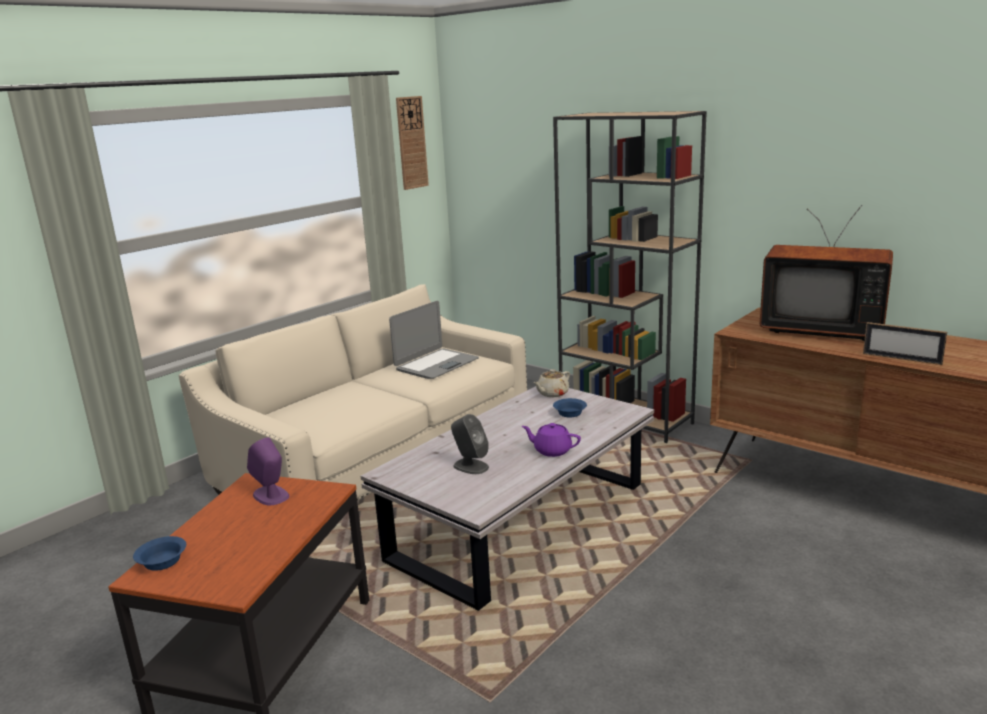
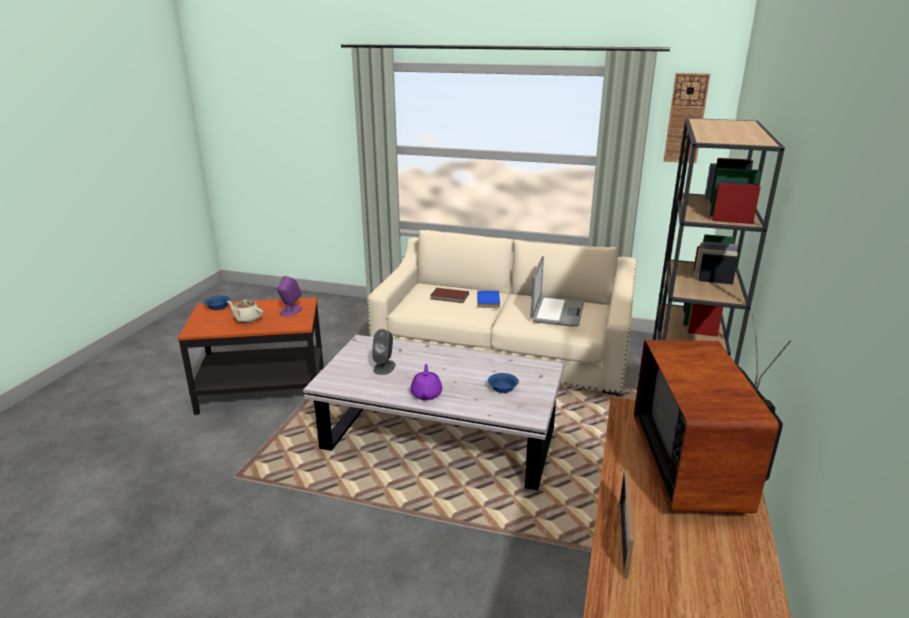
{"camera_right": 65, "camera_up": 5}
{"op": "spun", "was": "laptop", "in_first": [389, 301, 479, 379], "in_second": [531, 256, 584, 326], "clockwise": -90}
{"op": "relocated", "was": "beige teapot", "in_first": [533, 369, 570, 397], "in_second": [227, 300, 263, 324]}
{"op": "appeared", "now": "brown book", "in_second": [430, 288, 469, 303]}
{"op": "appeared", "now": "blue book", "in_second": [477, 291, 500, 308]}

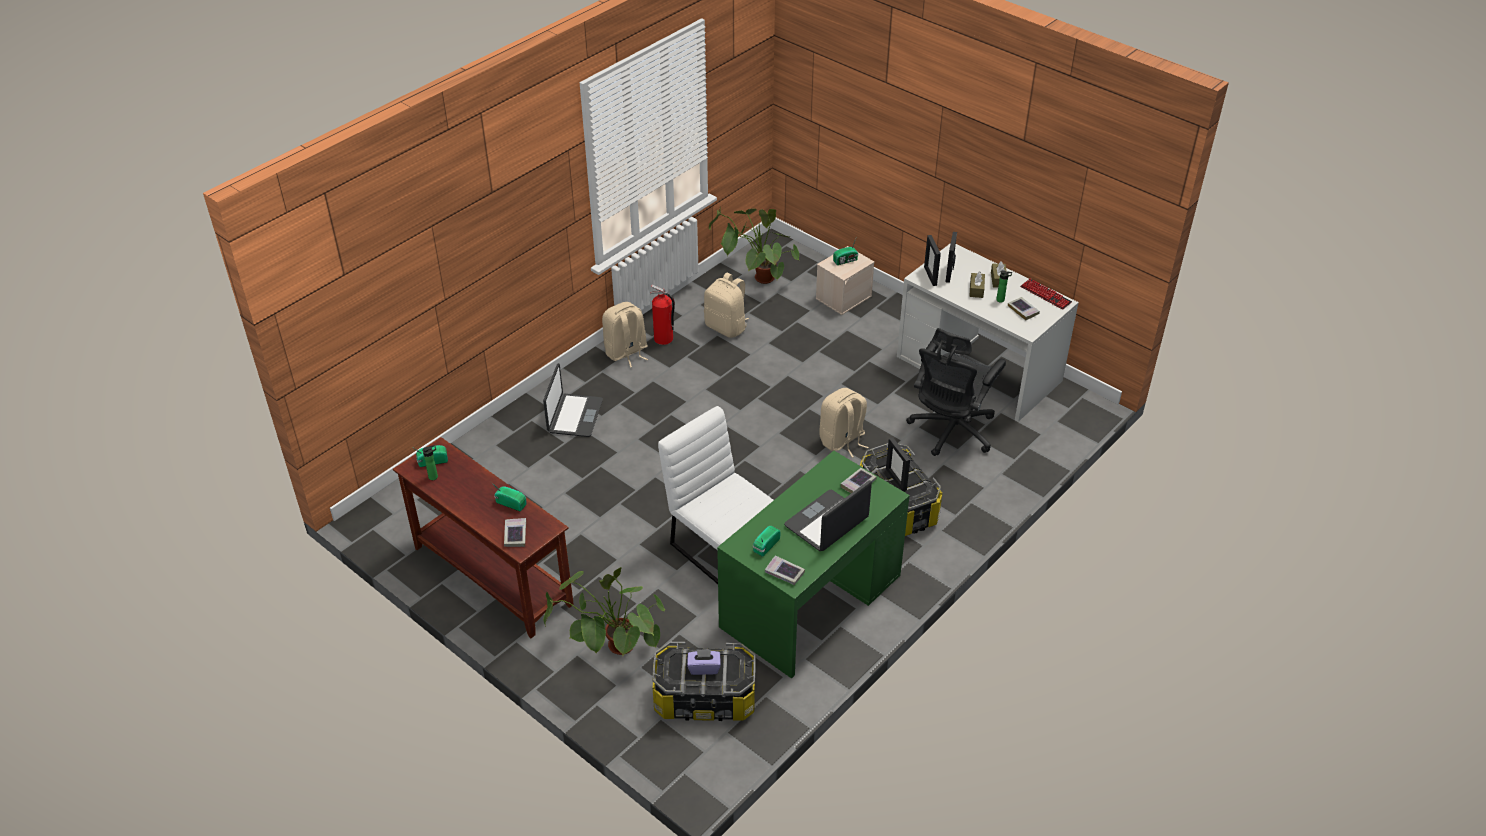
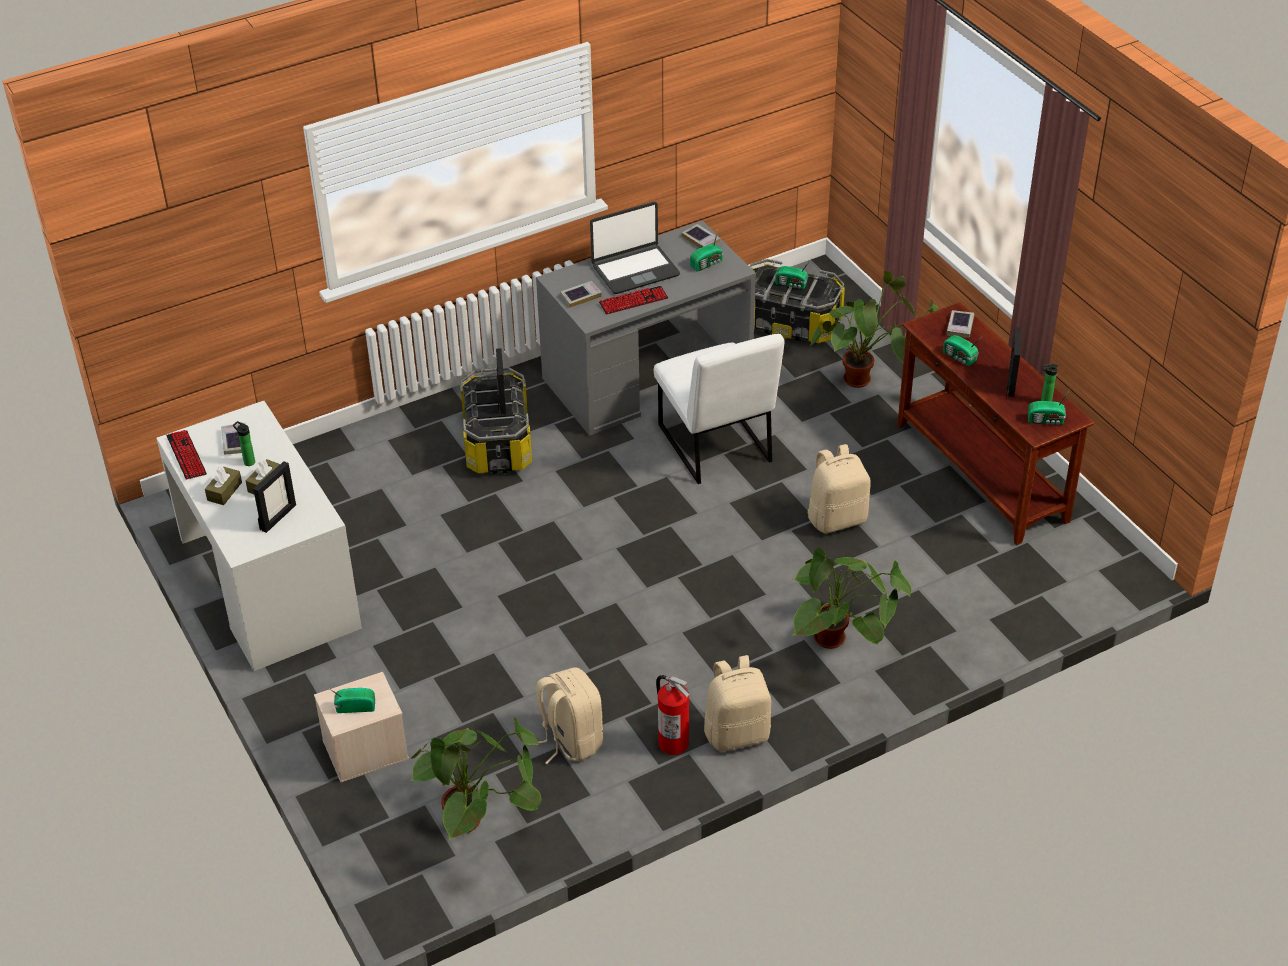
{"camera_right": -160, "camera_up": 0}
{"op": "exchanged", "was": "laptop", "now": "potted plant", "in_first": [543, 363, 603, 437], "in_second": [792, 547, 911, 649]}
{"op": "exchanged", "was": "purple tissue box", "now": "radio", "in_first": [687, 649, 721, 675], "in_second": [775, 259, 811, 289]}
{"op": "colour", "was": "green desk", "now": "grey desk", "in_first": [717, 451, 910, 679], "in_second": [536, 220, 756, 436]}
{"op": "relocated", "was": "beige backpack", "in_first": [819, 388, 868, 458], "in_second": [807, 444, 871, 533]}
{"op": "missing", "was": "office chair", "in_first": [906, 328, 1006, 456]}
{"op": "relocated", "was": "picture frame", "in_first": [924, 235, 941, 286], "in_second": [1006, 327, 1021, 397]}
{"op": "appeared", "now": "keyboard", "in_second": [599, 286, 668, 315]}

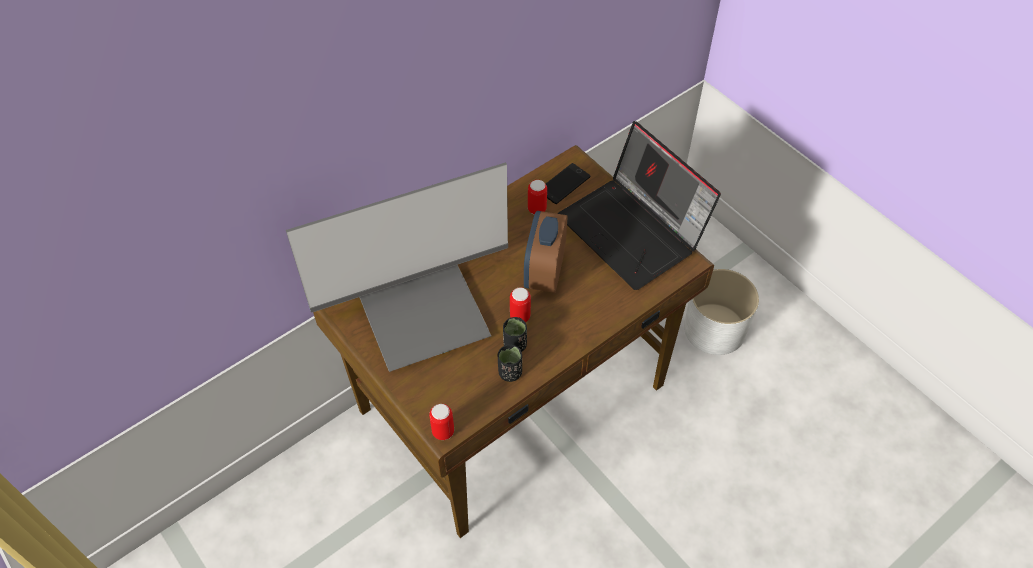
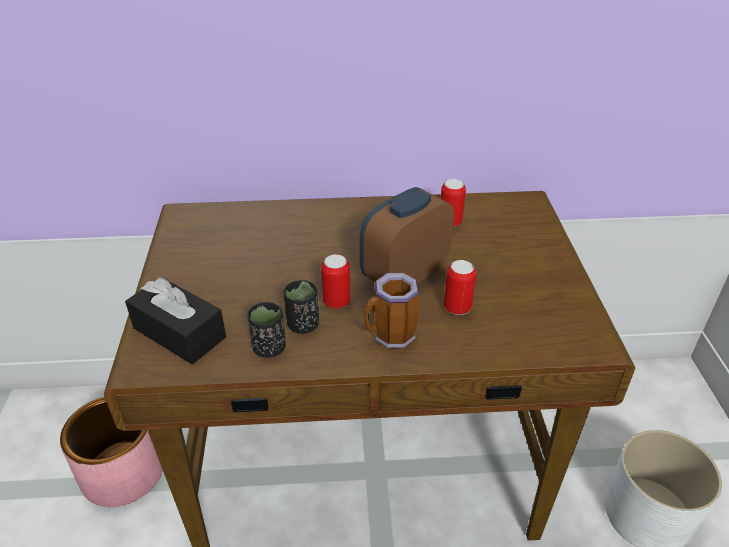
{"camera_right": 35, "camera_up": -15}
{"op": "missing", "was": "monitor", "in_first": [286, 162, 508, 372]}
{"op": "relocated", "was": "can", "in_first": [429, 404, 454, 440], "in_second": [444, 260, 476, 315]}
{"op": "missing", "was": "phone", "in_first": [546, 163, 590, 204]}
{"op": "missing", "was": "laptop", "in_first": [558, 121, 721, 290]}
{"op": "appeared", "now": "pink planter", "in_second": [60, 397, 163, 507]}
{"op": "appeared", "now": "black tissue box", "in_second": [125, 277, 226, 364]}
{"op": "appeared", "now": "mug", "in_second": [364, 273, 419, 348]}

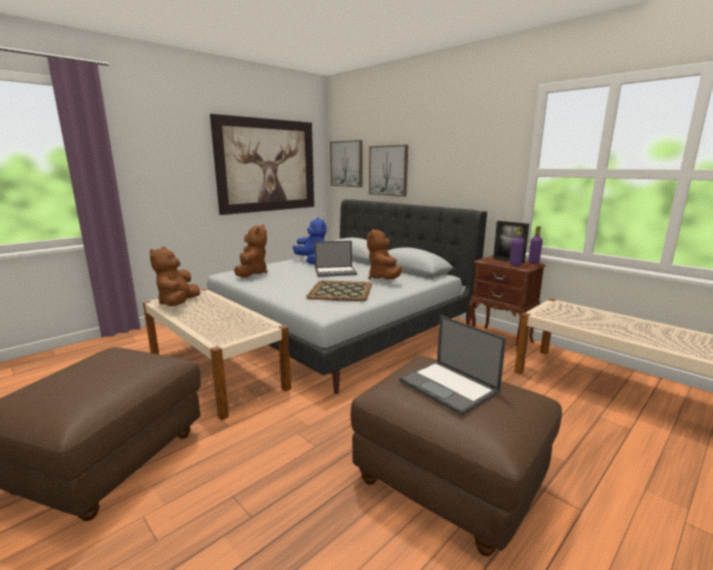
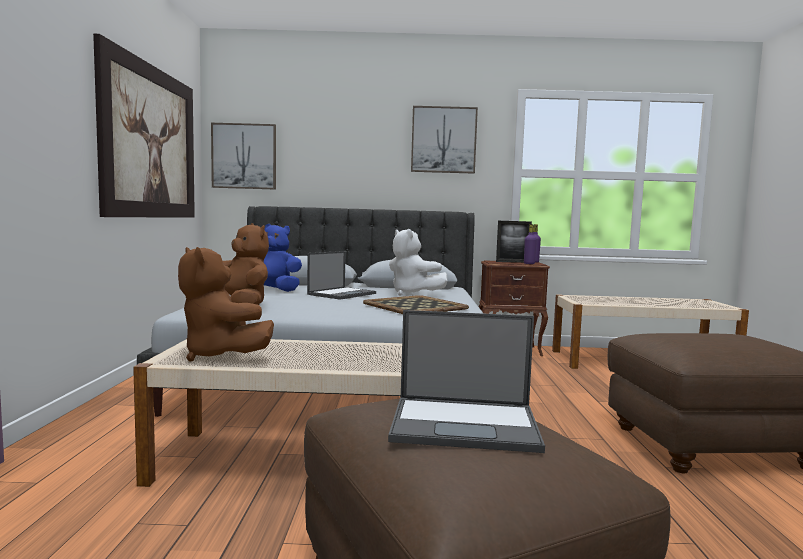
{"camera_right": -45, "camera_up": -10}
{"op": "colour", "was": "brown plush toy", "now": "white plush toy", "in_first": [367, 229, 402, 280], "in_second": [389, 229, 448, 296]}
{"op": "relocated", "was": "picture", "in_first": [369, 145, 408, 197], "in_second": [411, 106, 478, 174]}
{"op": "relocated", "was": "laptop", "in_first": [399, 315, 506, 416], "in_second": [388, 310, 545, 453]}

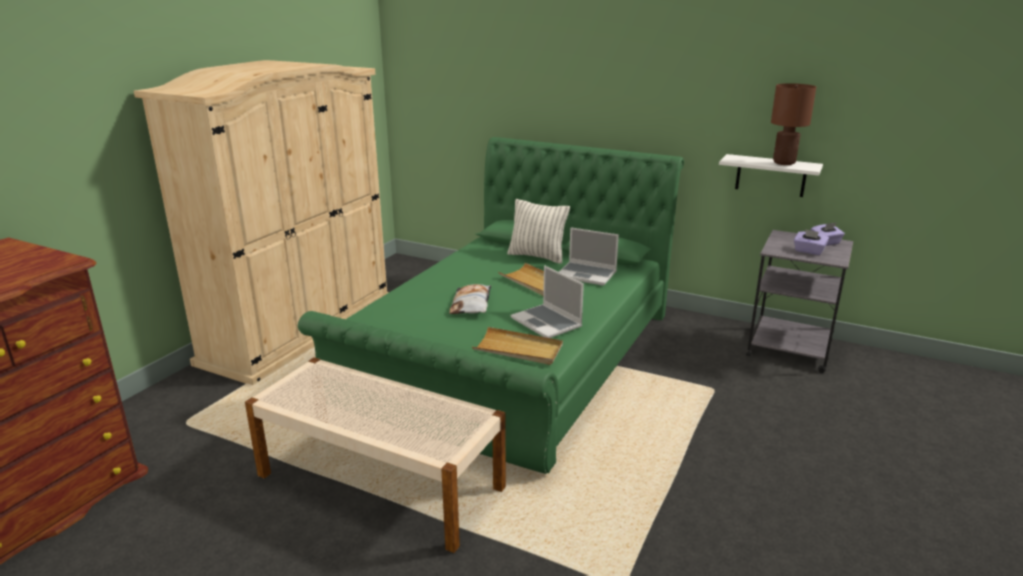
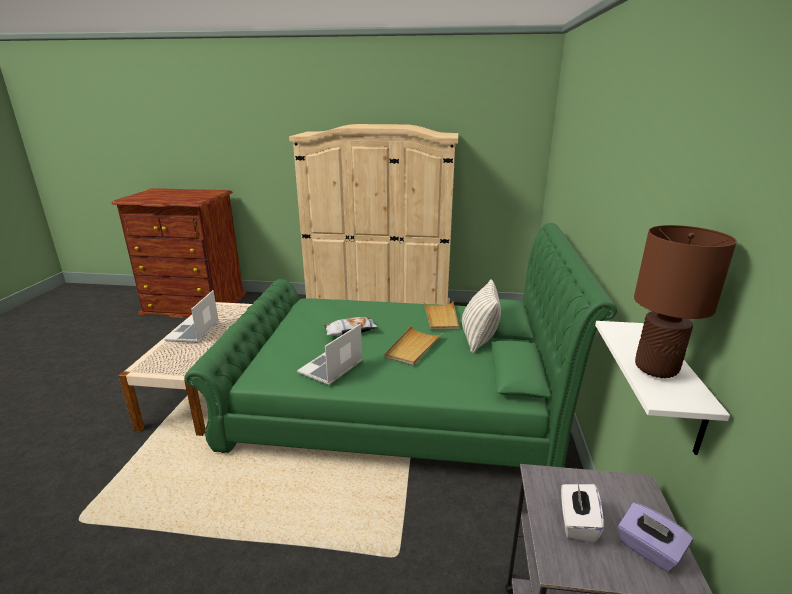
{"camera_right": 70, "camera_up": 0}
{"op": "relocated", "was": "beige tray", "in_first": [472, 327, 563, 365], "in_second": [423, 301, 459, 330]}
{"op": "relocated", "was": "laptop", "in_first": [559, 227, 619, 286], "in_second": [164, 290, 219, 343]}
{"op": "colour", "was": "purple tissue box", "now": "white tissue box", "in_first": [794, 229, 829, 255], "in_second": [561, 484, 604, 543]}

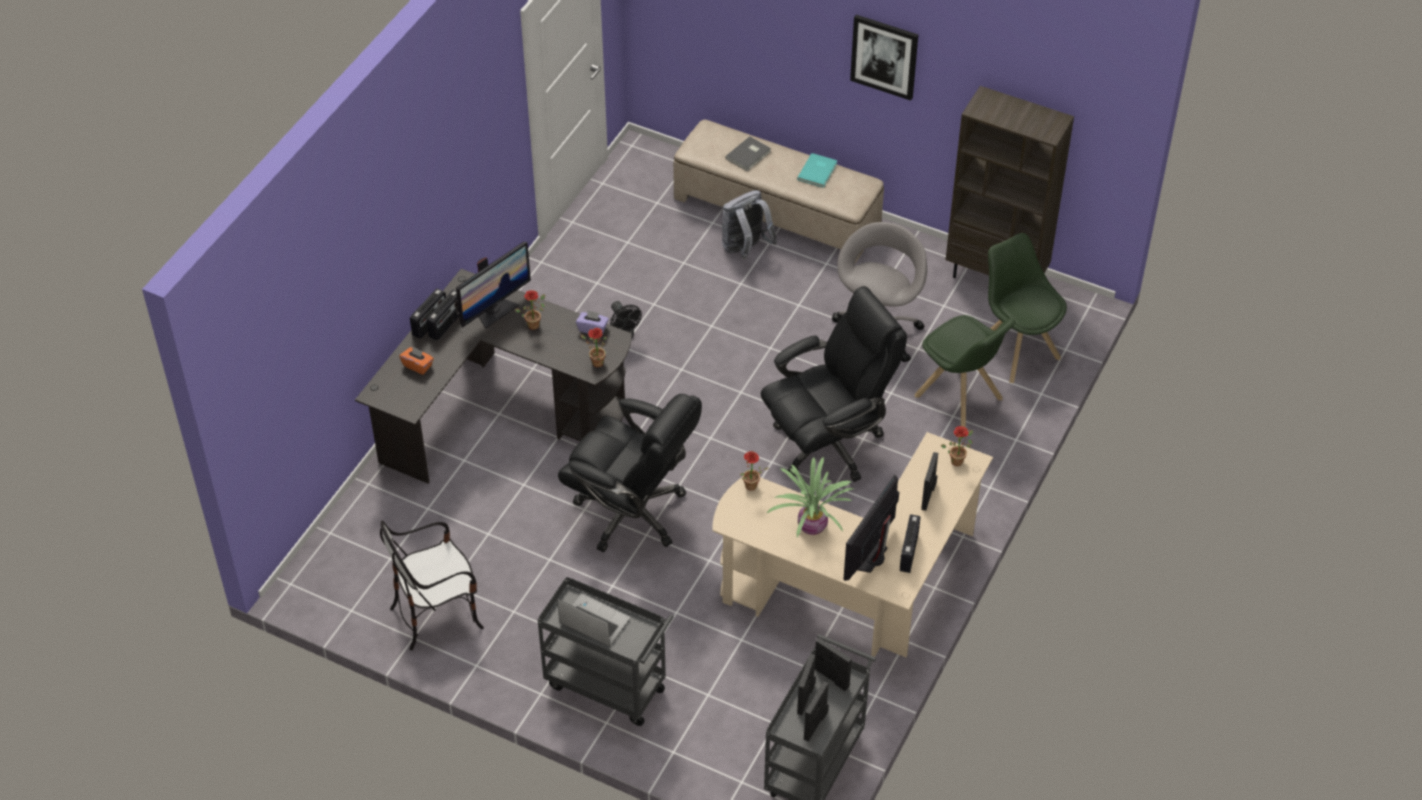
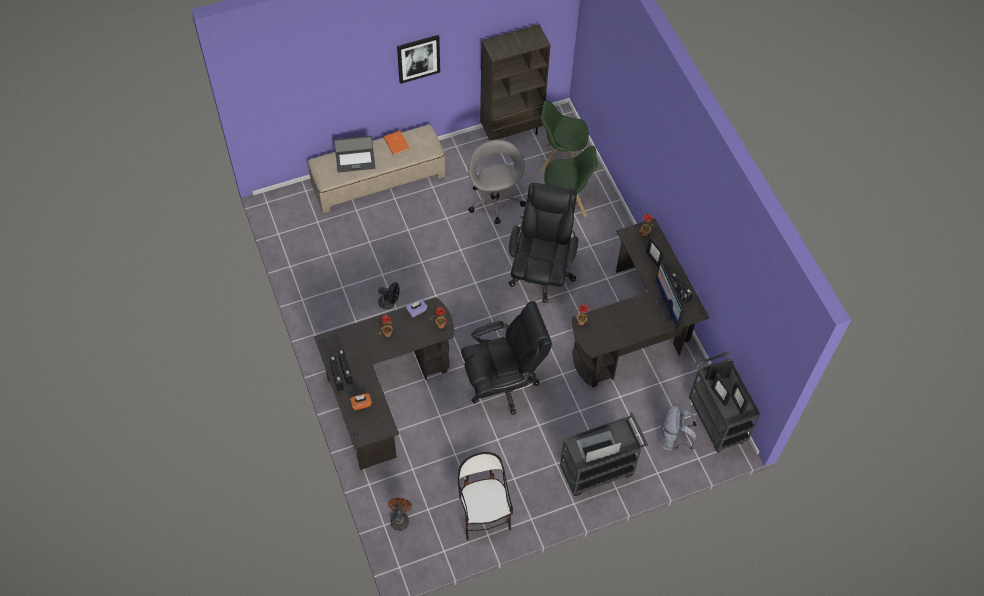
{"camera_right": -50, "camera_up": 10}
{"op": "spun", "was": "chair", "in_first": [380, 520, 484, 650], "in_second": [458, 452, 513, 540], "clockwise": 150}
{"op": "missing", "was": "monitor", "in_first": [455, 242, 531, 328]}
{"op": "colour", "was": "beige desk", "now": "black desk", "in_first": [712, 432, 993, 657], "in_second": [572, 218, 709, 388]}
{"op": "relocated", "was": "grey backpack", "in_first": [722, 190, 778, 259], "in_second": [660, 406, 698, 451]}
{"op": "exchanged", "was": "grey book", "now": "laptop", "in_first": [725, 136, 771, 171], "in_second": [334, 136, 375, 173]}
{"op": "missing", "was": "potted plant", "in_first": [767, 457, 854, 537]}
{"op": "colour", "was": "turquoise book", "now": "orange book", "in_first": [797, 153, 837, 188], "in_second": [384, 131, 410, 156]}
{"op": "appeared", "now": "brown fan", "in_second": [388, 498, 412, 531]}

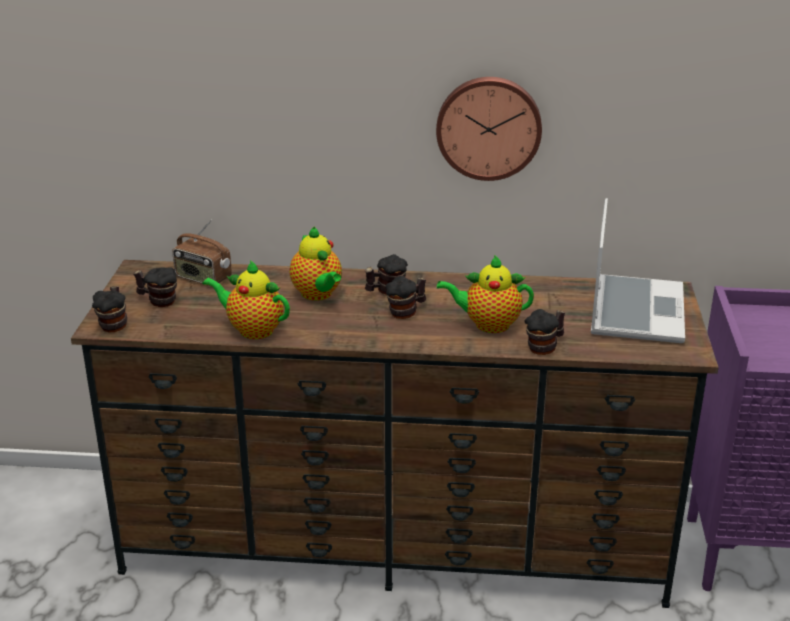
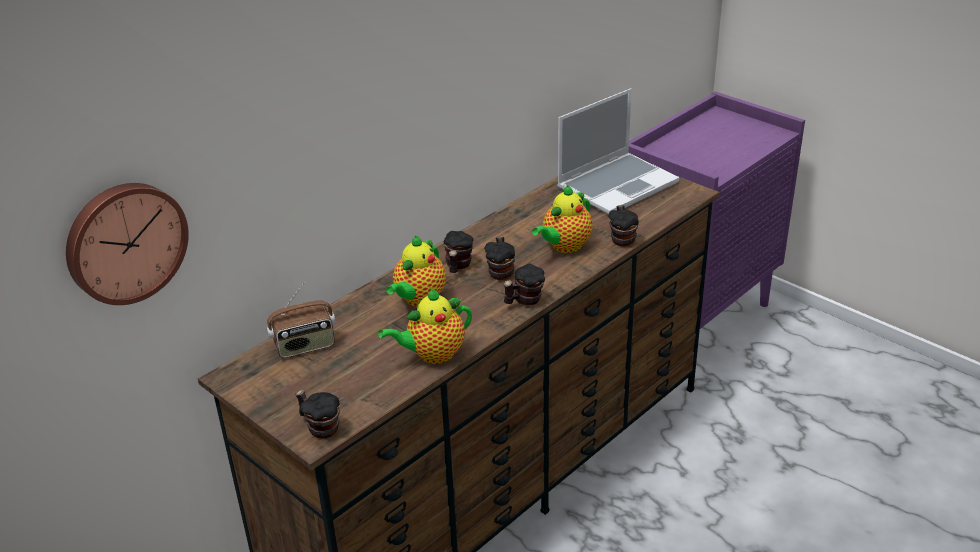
{"camera_right": -50, "camera_up": 5}
{"op": "relocated", "was": "mug", "in_first": [134, 267, 177, 307], "in_second": [504, 263, 545, 305]}
{"op": "spun", "was": "teapot", "in_first": [289, 226, 342, 301], "in_second": [386, 236, 446, 307], "clockwise": 105}
{"op": "relocated", "was": "wall clock", "in_first": [436, 77, 542, 181], "in_second": [66, 183, 189, 305]}
{"op": "spun", "was": "laptop", "in_first": [591, 198, 685, 343], "in_second": [557, 88, 679, 214], "clockwise": 90}

